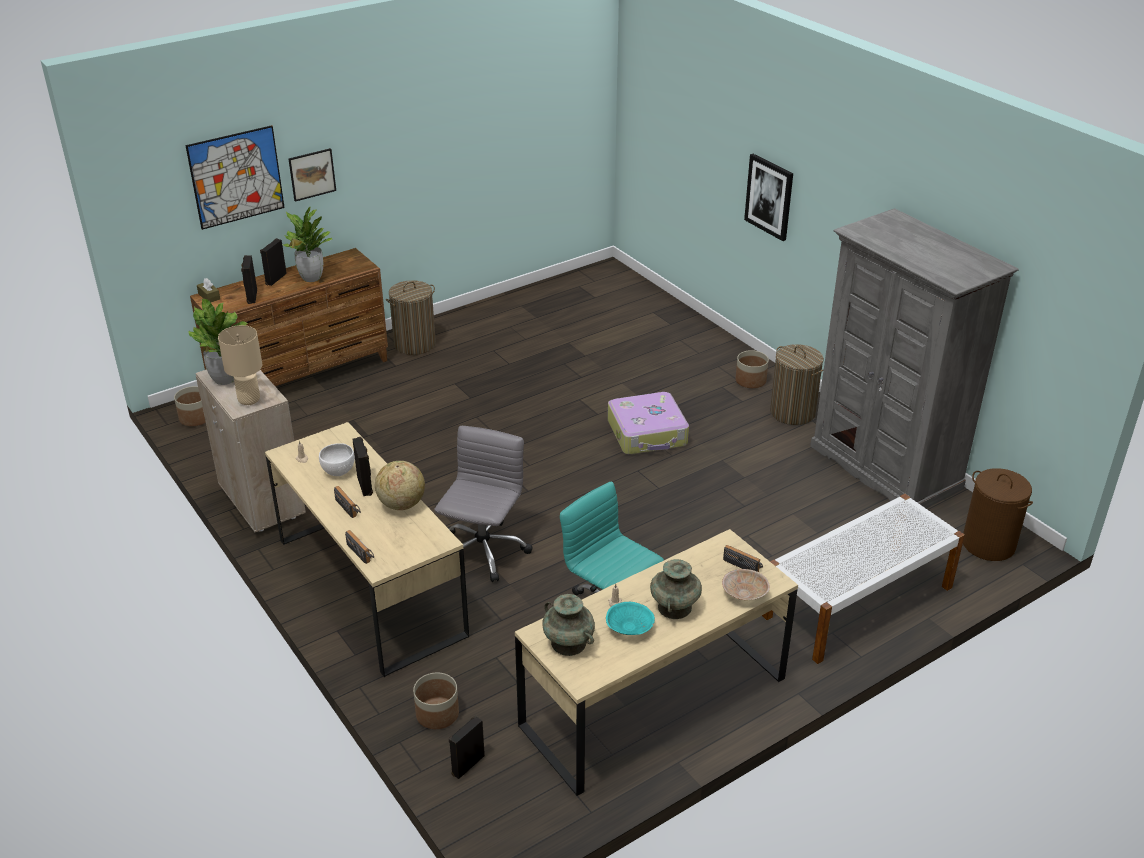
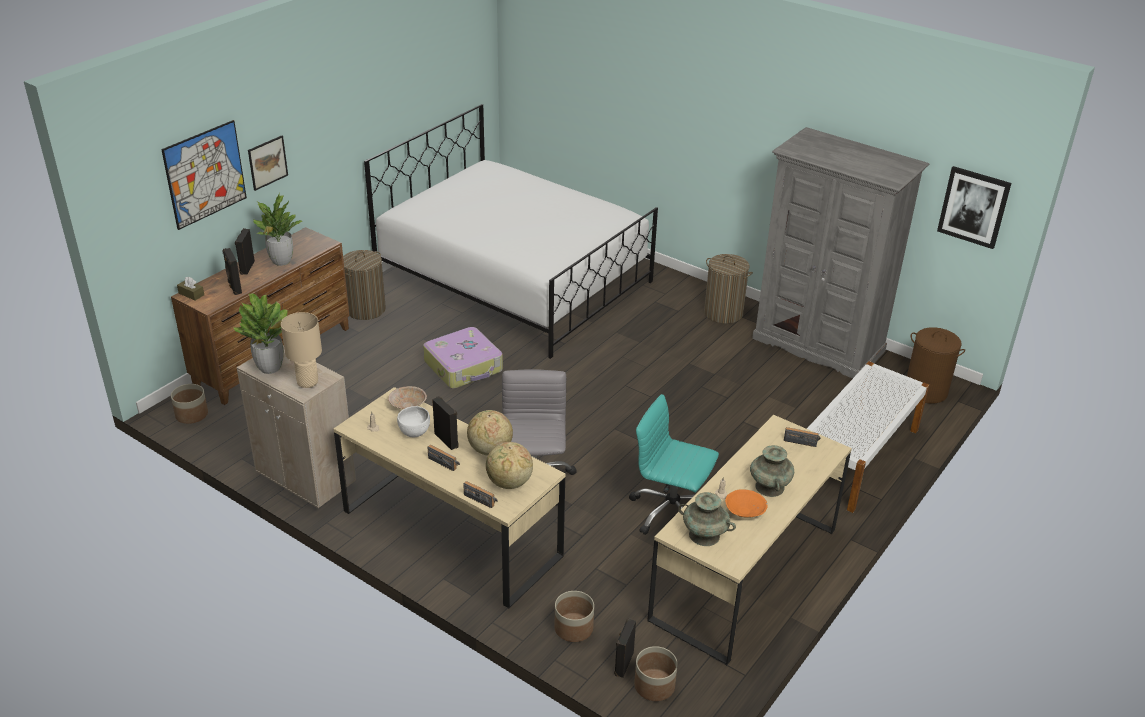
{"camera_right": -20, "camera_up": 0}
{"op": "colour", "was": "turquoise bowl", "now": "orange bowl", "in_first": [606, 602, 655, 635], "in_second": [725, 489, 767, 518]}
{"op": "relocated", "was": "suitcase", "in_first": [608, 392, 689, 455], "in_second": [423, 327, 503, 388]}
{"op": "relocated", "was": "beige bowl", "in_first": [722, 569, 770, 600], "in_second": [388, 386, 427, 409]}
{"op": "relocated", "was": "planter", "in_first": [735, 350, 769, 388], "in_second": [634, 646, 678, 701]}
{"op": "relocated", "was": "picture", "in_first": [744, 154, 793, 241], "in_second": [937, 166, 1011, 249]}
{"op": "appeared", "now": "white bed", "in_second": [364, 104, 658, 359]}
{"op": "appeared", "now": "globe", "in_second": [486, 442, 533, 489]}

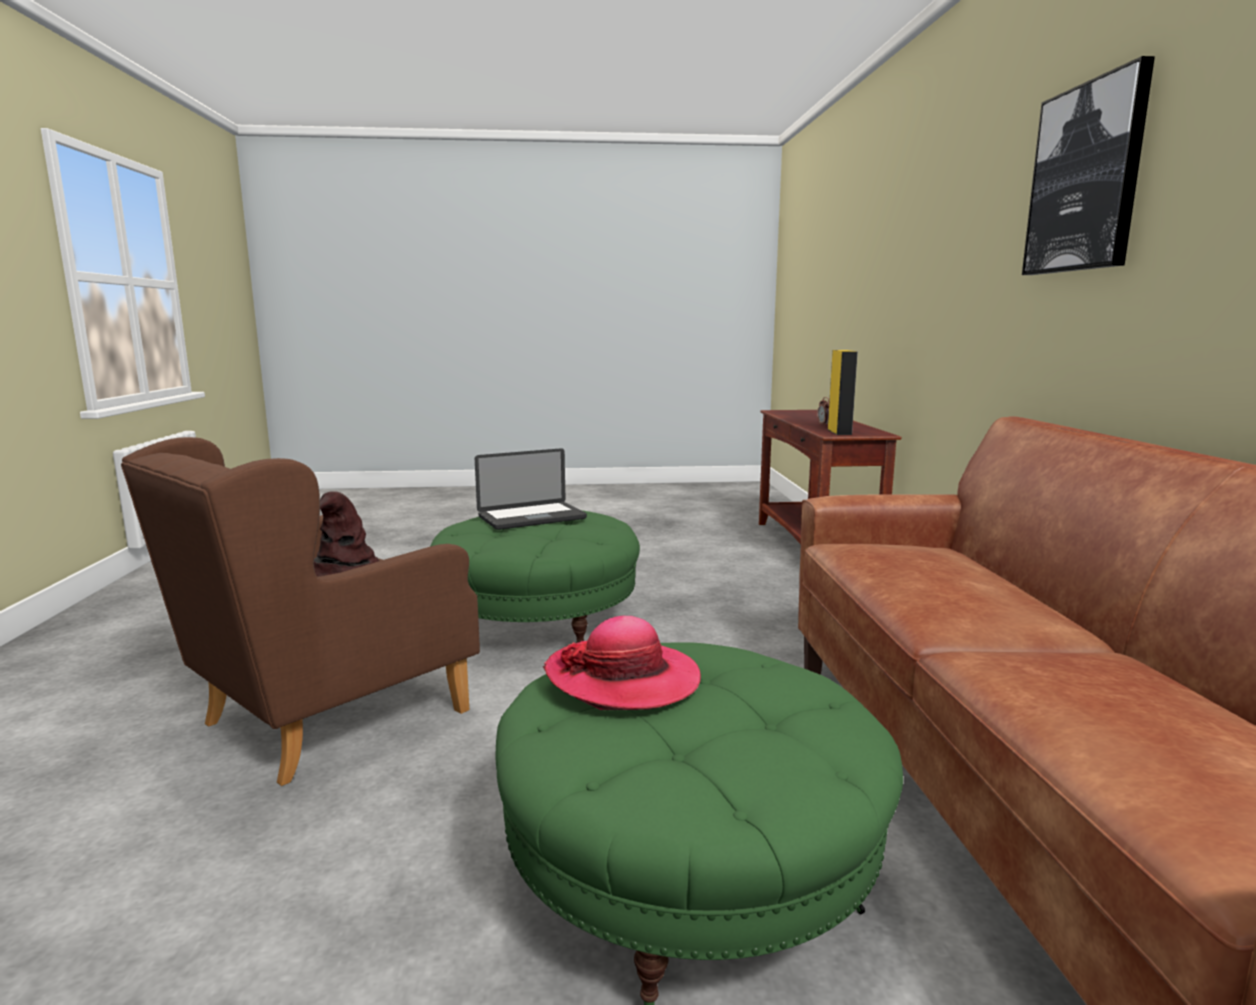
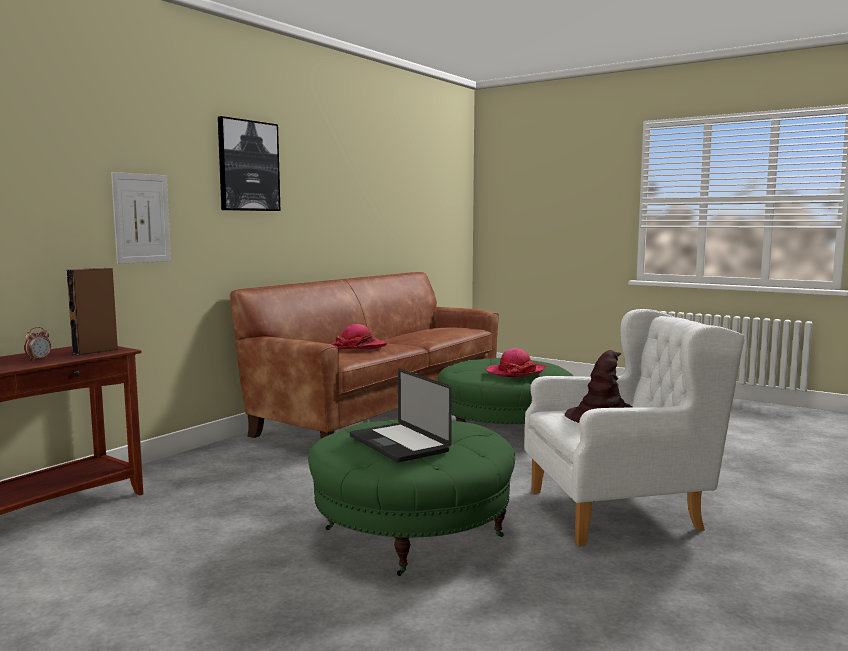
{"camera_right": -140, "camera_up": -5}
{"op": "colour", "was": "brown armchair", "now": "white armchair", "in_first": [121, 437, 480, 786], "in_second": [525, 309, 744, 546]}
{"op": "spun", "was": "laptop", "in_first": [475, 448, 587, 530], "in_second": [350, 369, 452, 462], "clockwise": -135}
{"op": "colour", "was": "yellow speaker", "now": "brown speaker", "in_first": [827, 350, 858, 435], "in_second": [67, 268, 118, 355]}
{"op": "appeared", "now": "picture", "in_second": [111, 172, 171, 264]}
{"op": "appeared", "now": "hat", "in_second": [331, 324, 387, 350]}

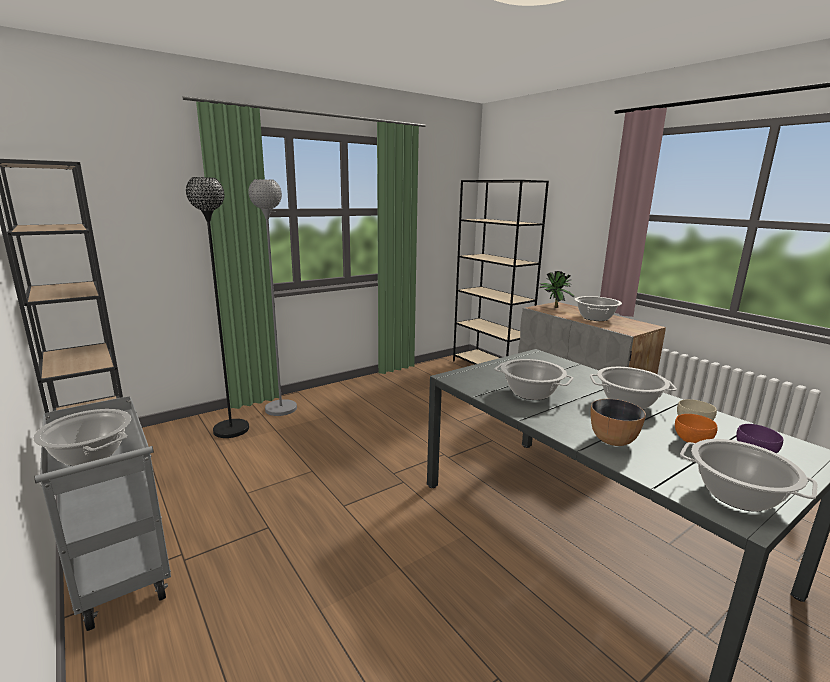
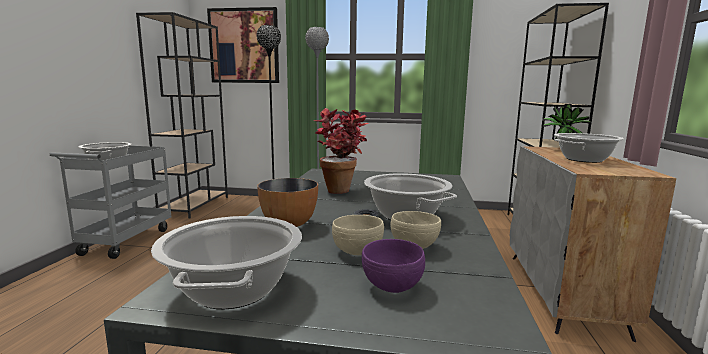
{"camera_right": 45, "camera_up": -5}
{"op": "exchanged", "was": "cooking pot", "now": "potted plant", "in_first": [494, 359, 573, 400], "in_second": [314, 108, 370, 194]}
{"op": "colour", "was": "orange bowl", "now": "beige bowl", "in_first": [675, 414, 718, 443], "in_second": [332, 215, 384, 255]}
{"op": "appeared", "now": "picture", "in_second": [207, 7, 279, 83]}

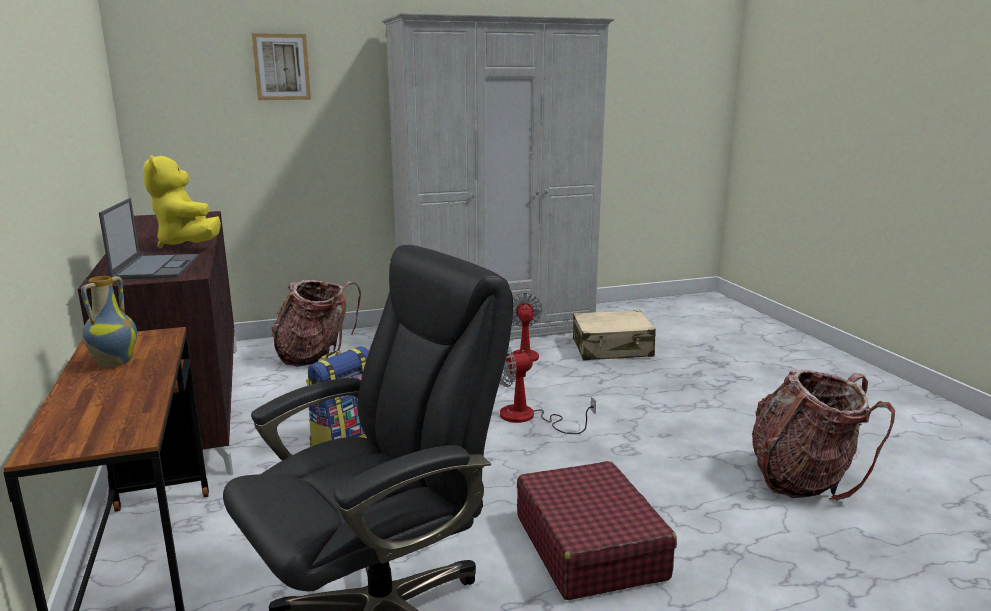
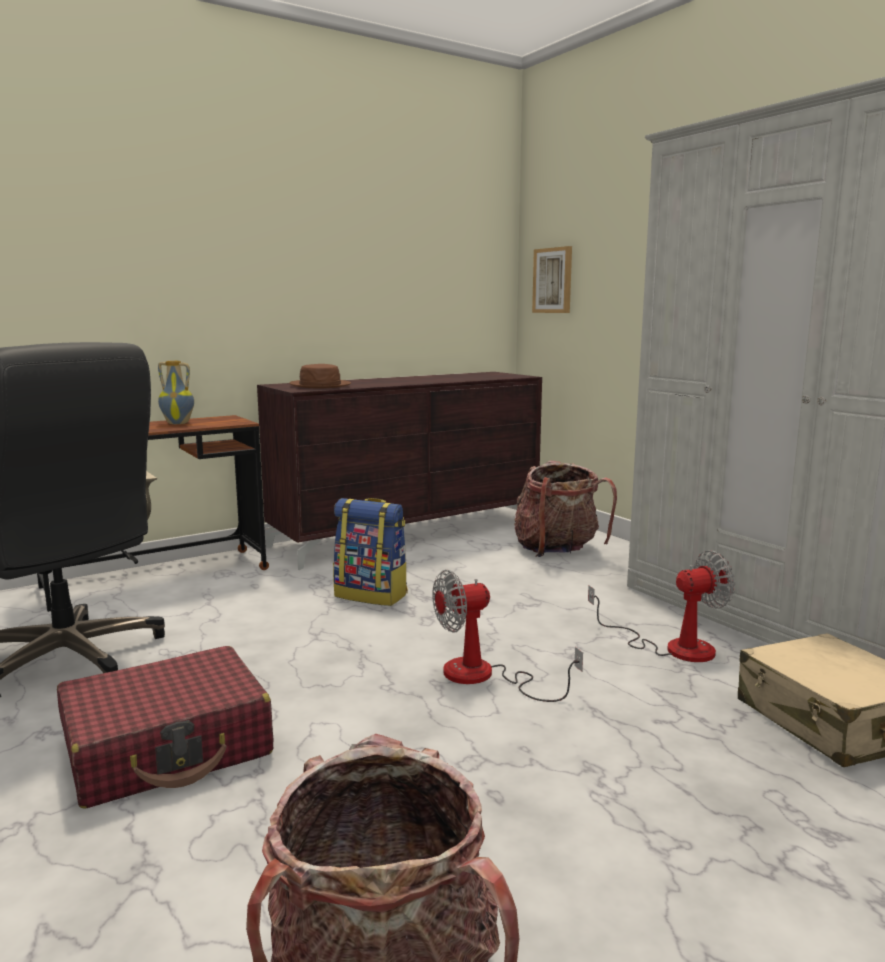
{"camera_right": 75, "camera_up": -5}
{"op": "exchanged", "was": "laptop", "now": "brown hat", "in_first": [99, 198, 199, 279], "in_second": [289, 364, 351, 389]}
{"op": "missing", "was": "yellow plush toy", "in_first": [143, 155, 221, 248]}
{"op": "relocated", "was": "picture", "in_first": [252, 33, 311, 100], "in_second": [532, 246, 572, 313]}
{"op": "spun", "was": "fan", "in_first": [500, 347, 596, 434], "in_second": [432, 570, 583, 702], "clockwise": -75}

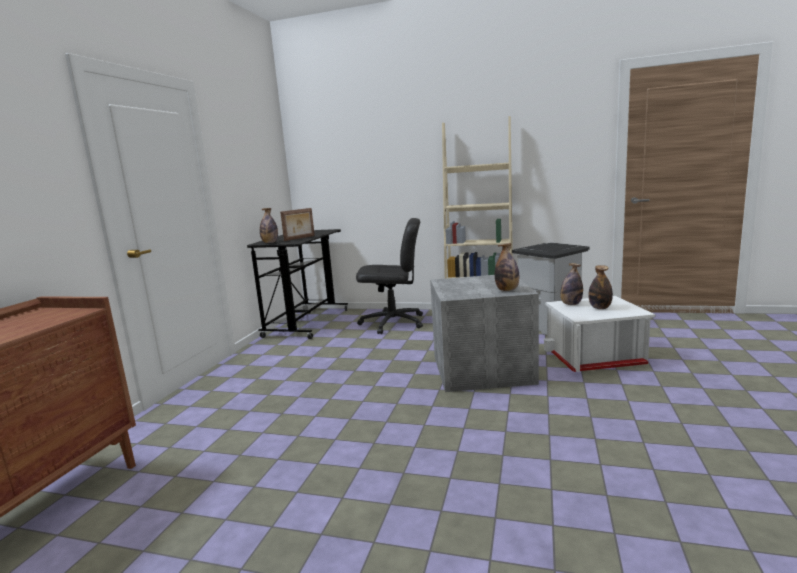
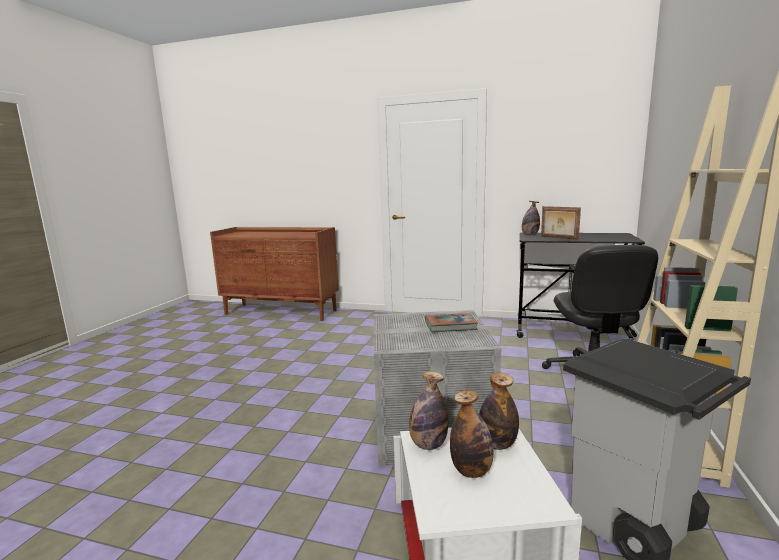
{"camera_right": 90, "camera_up": 0}
{"op": "relocated", "was": "bottle", "in_first": [495, 243, 519, 291], "in_second": [409, 371, 448, 450]}
{"op": "appeared", "now": "book", "in_second": [425, 313, 478, 332]}

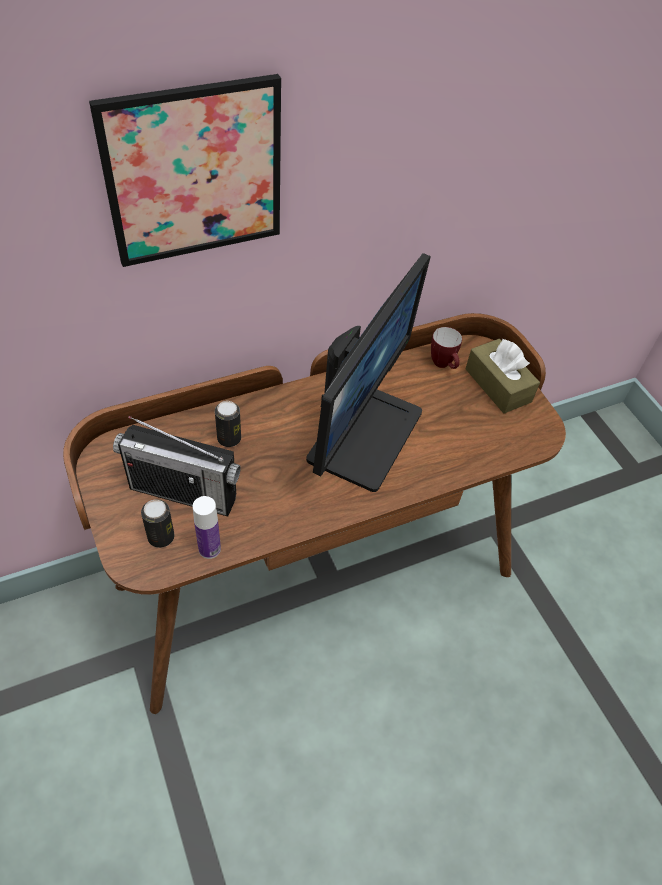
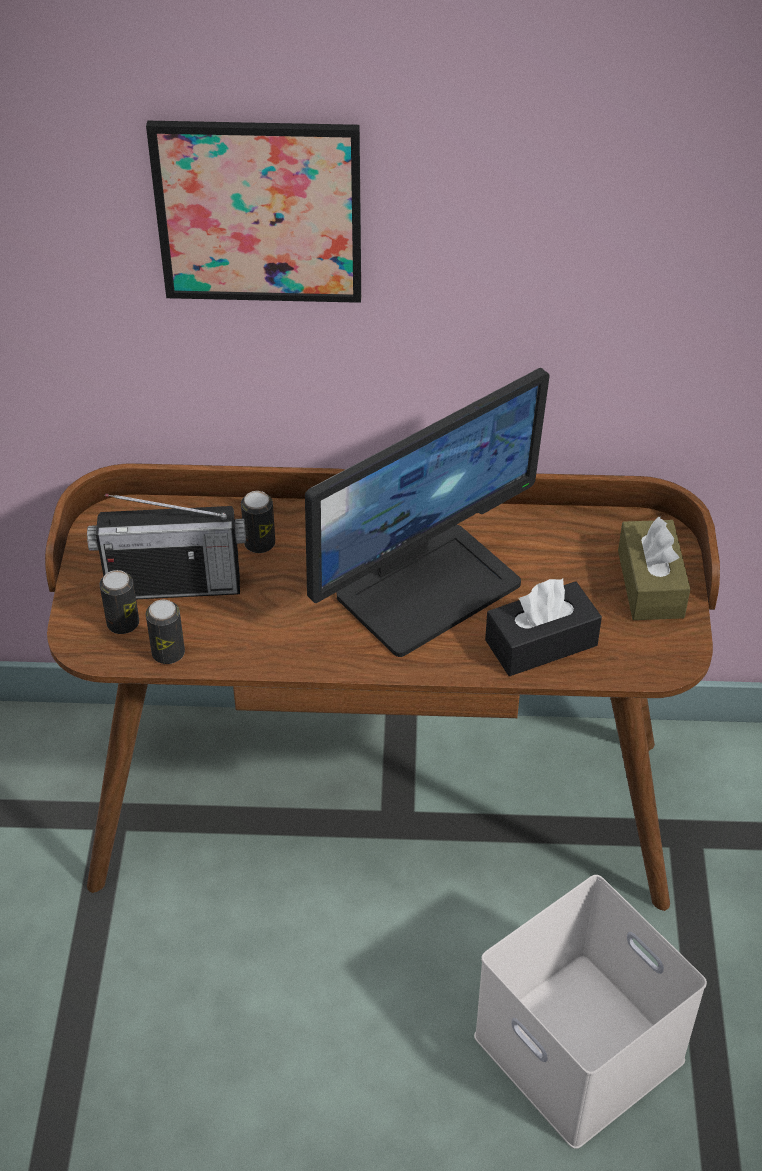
{"camera_right": 30, "camera_up": -5}
{"op": "spun", "was": "radio", "in_first": [113, 416, 241, 516], "in_second": [87, 493, 246, 599], "clockwise": -45}
{"op": "exchanged", "was": "bottle", "now": "can", "in_first": [193, 496, 221, 559], "in_second": [146, 600, 185, 664]}
{"op": "missing", "was": "mug", "in_first": [431, 327, 462, 369]}
{"op": "appeared", "now": "white storage box", "in_second": [474, 875, 707, 1149]}
{"op": "appeared", "now": "black tissue box", "in_second": [485, 579, 602, 676]}

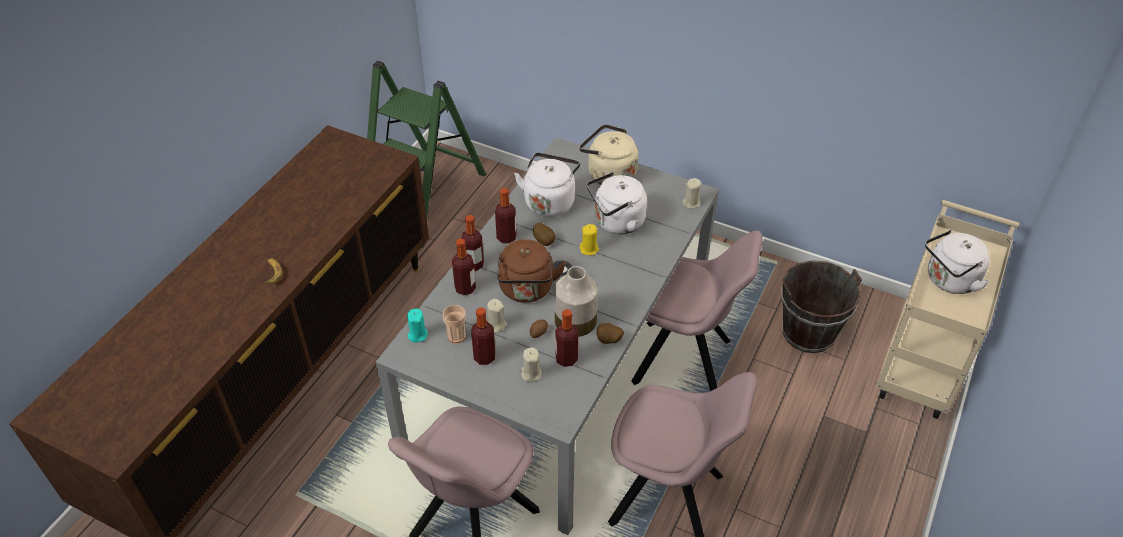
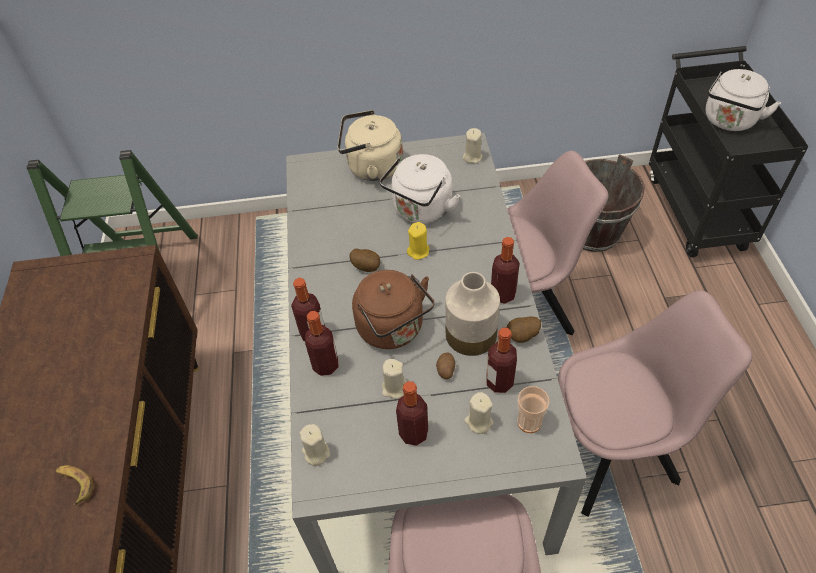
{"camera_right": -30, "camera_up": 5}
{"op": "colour", "was": "turquoise candle", "now": "beige candle", "in_first": [407, 309, 428, 343], "in_second": [299, 424, 330, 466]}
{"op": "relocated", "was": "cup", "in_first": [443, 305, 466, 343], "in_second": [517, 386, 549, 433]}
{"op": "relocated", "was": "bottle", "in_first": [495, 188, 517, 244], "in_second": [491, 237, 520, 304]}
{"op": "missing", "was": "white kettle", "in_first": [514, 152, 580, 217]}
{"op": "colour", "was": "beige cart", "now": "black cart", "in_first": [876, 200, 1020, 419], "in_second": [649, 46, 808, 257]}

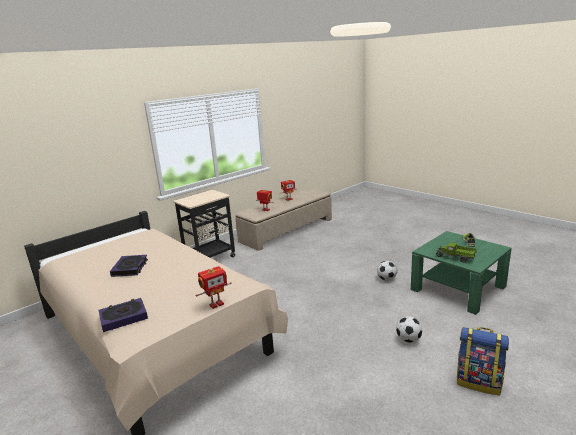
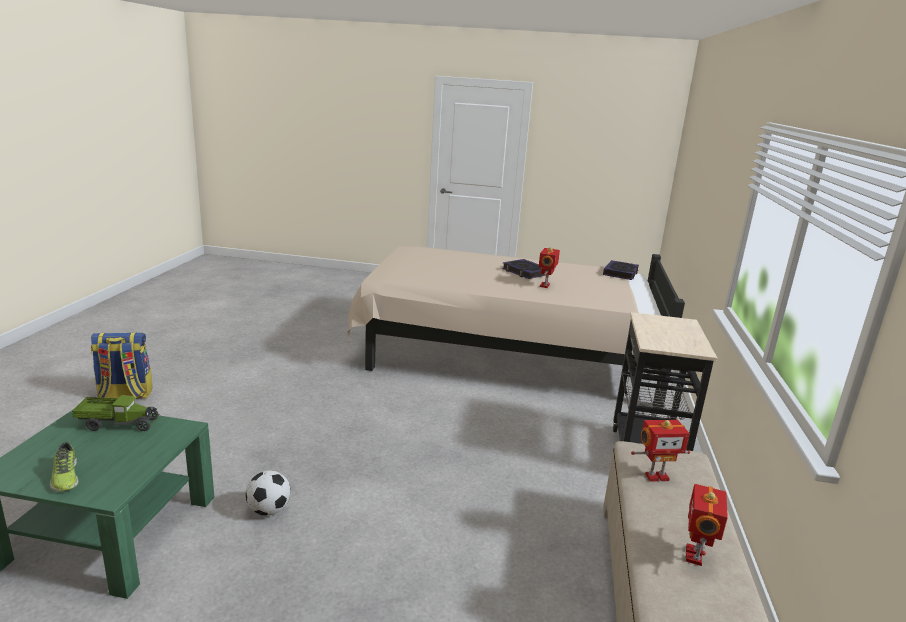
{"camera_right": 140, "camera_up": 0}
{"op": "relocated", "was": "book", "in_first": [99, 298, 148, 332], "in_second": [603, 260, 639, 280]}
{"op": "relocated", "was": "toy robot", "in_first": [196, 266, 232, 309], "in_second": [539, 247, 560, 288]}
{"op": "missing", "was": "football", "in_first": [396, 316, 422, 343]}

